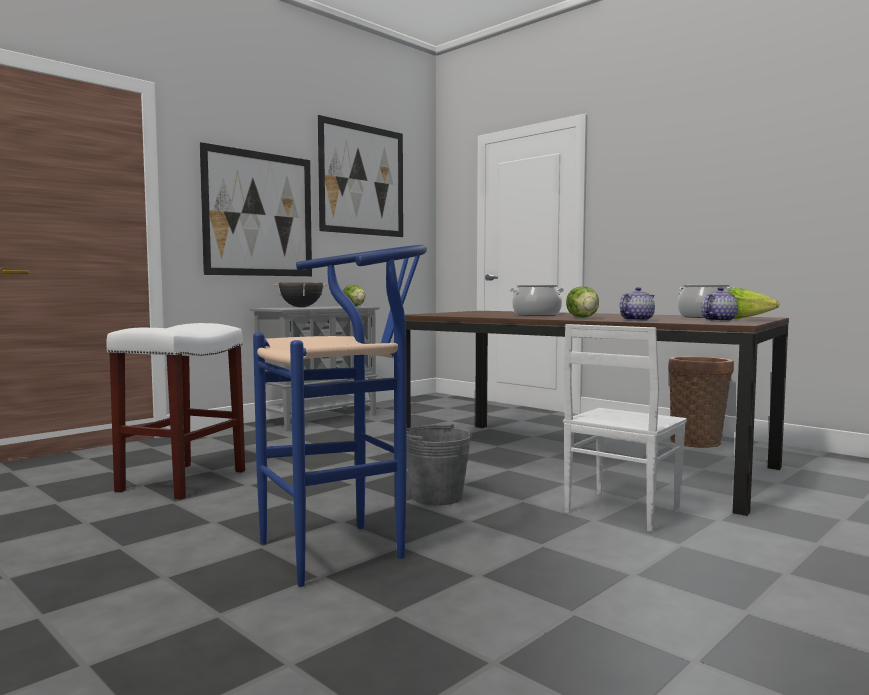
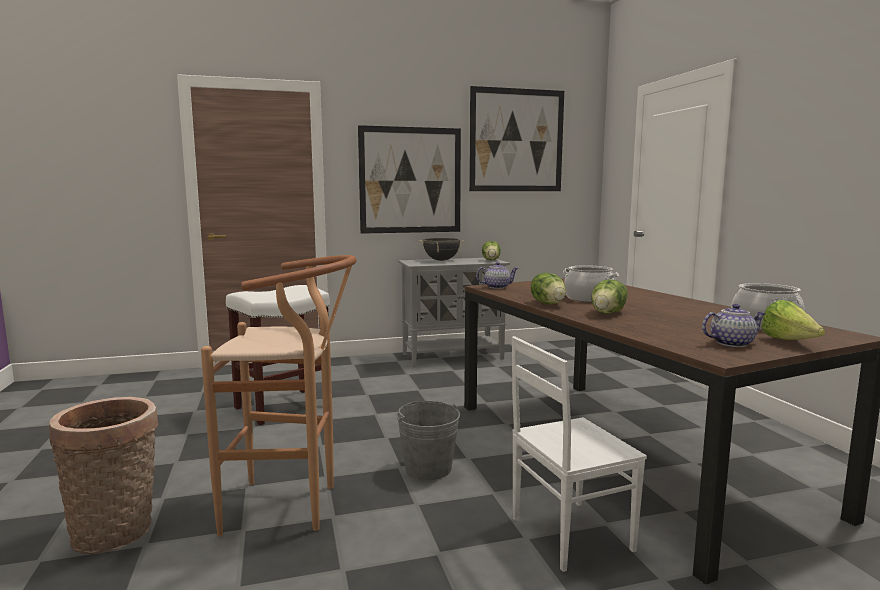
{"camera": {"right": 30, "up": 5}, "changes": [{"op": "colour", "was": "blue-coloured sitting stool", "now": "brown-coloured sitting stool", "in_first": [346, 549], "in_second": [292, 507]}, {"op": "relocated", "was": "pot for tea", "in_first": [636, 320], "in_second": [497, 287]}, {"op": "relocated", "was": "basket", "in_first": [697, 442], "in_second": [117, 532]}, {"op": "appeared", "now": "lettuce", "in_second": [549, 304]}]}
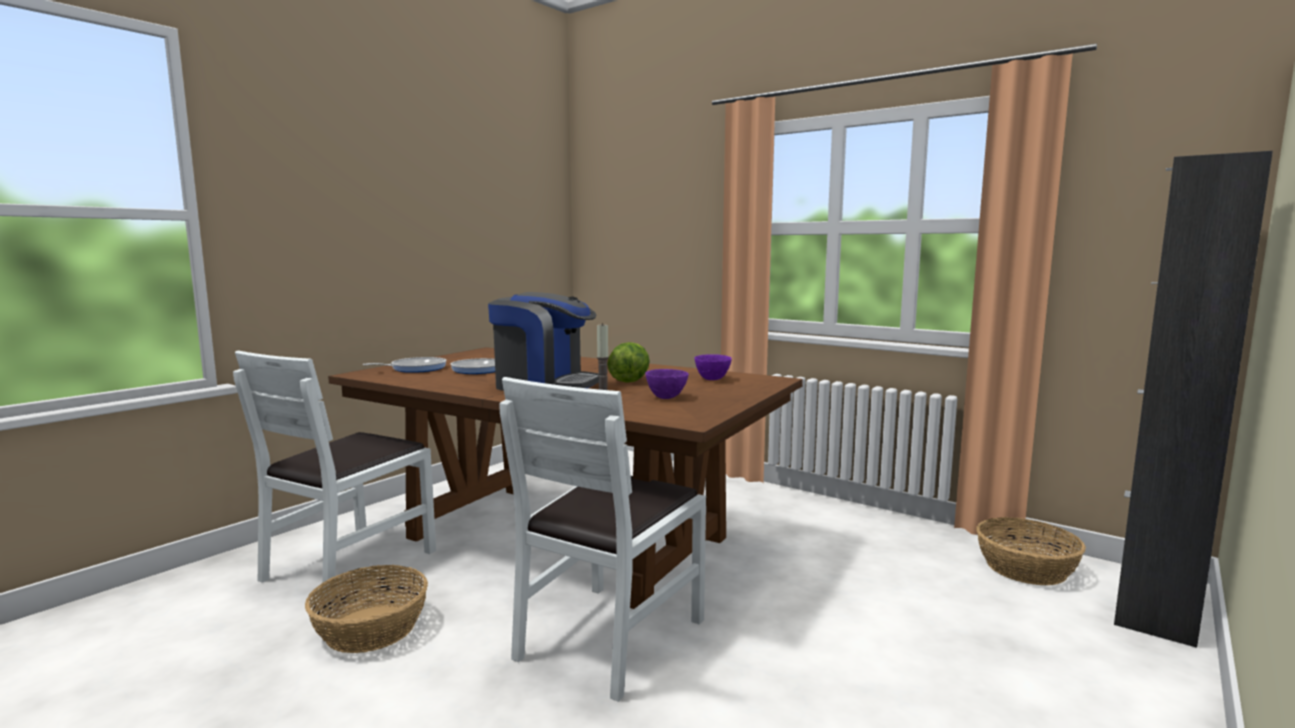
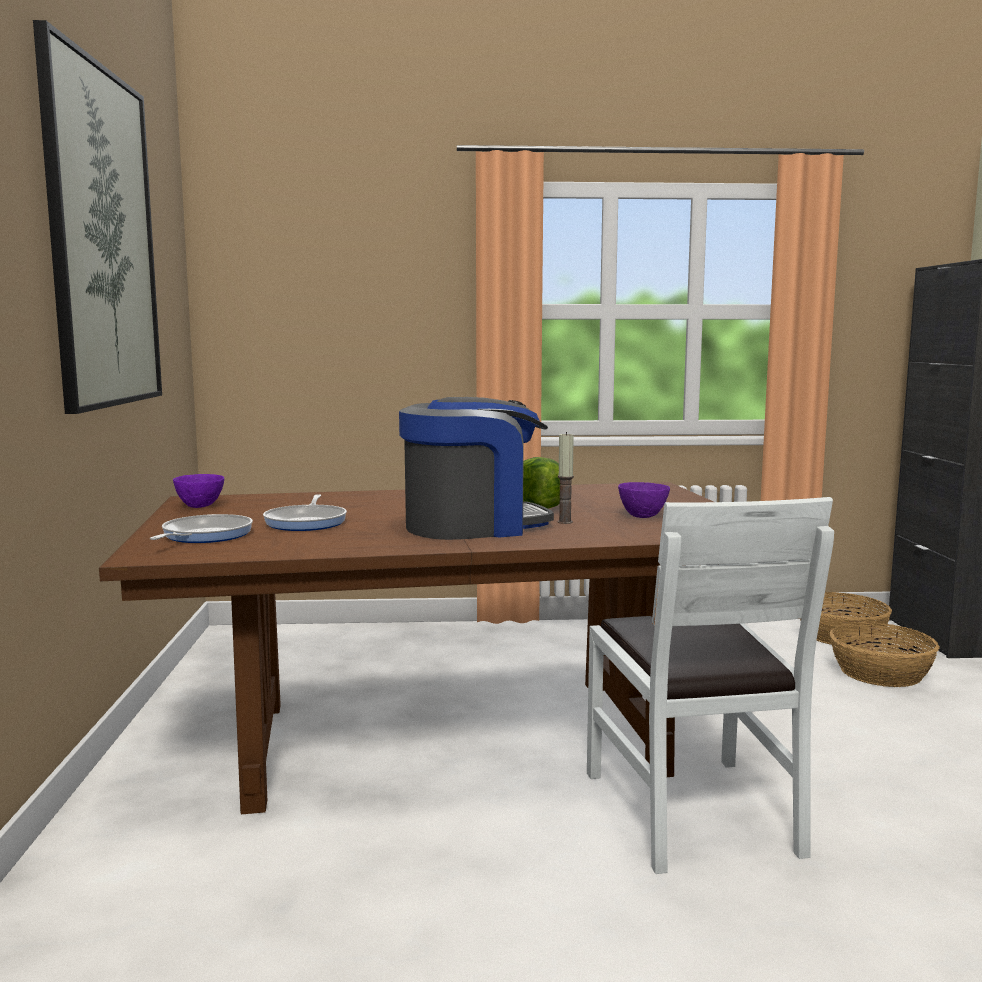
{"camera": {"right": -40, "up": 0}, "changes": [{"op": "missing", "was": "white upright chair", "in_first": [349, 564]}, {"op": "relocated", "was": "purple-coloured bowl", "in_first": [713, 379], "in_second": [200, 506]}, {"op": "relocated", "was": "basket", "in_first": [371, 628], "in_second": [879, 673]}, {"op": "appeared", "now": "picture", "in_second": [102, 238]}]}
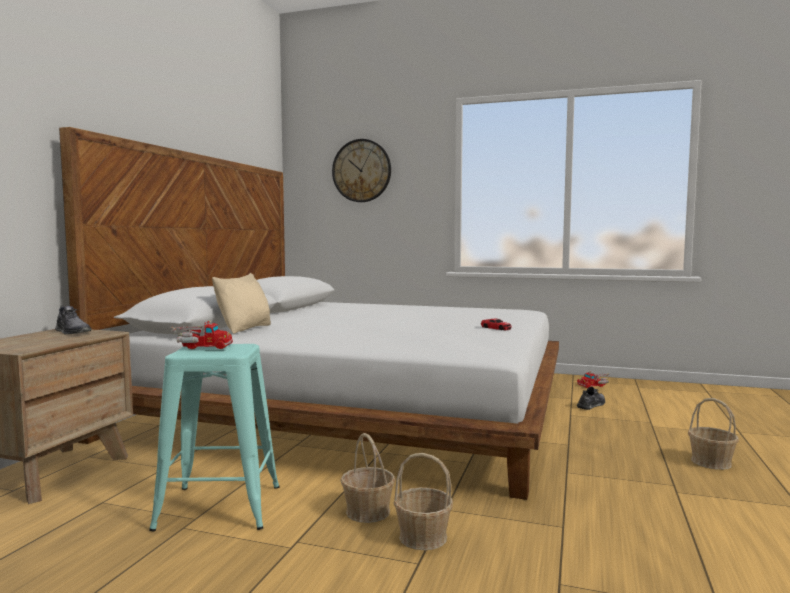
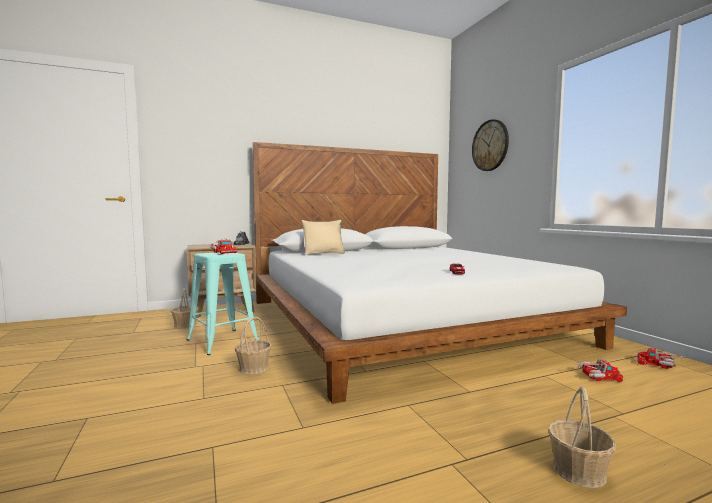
{"camera": {"right": 50, "up": 0}, "changes": [{"op": "exchanged", "was": "grey shoe", "now": "toy lorry", "in_first": [591, 405], "in_second": [596, 377]}, {"op": "relocated", "was": "basket", "in_first": [422, 537], "in_second": [185, 325]}]}
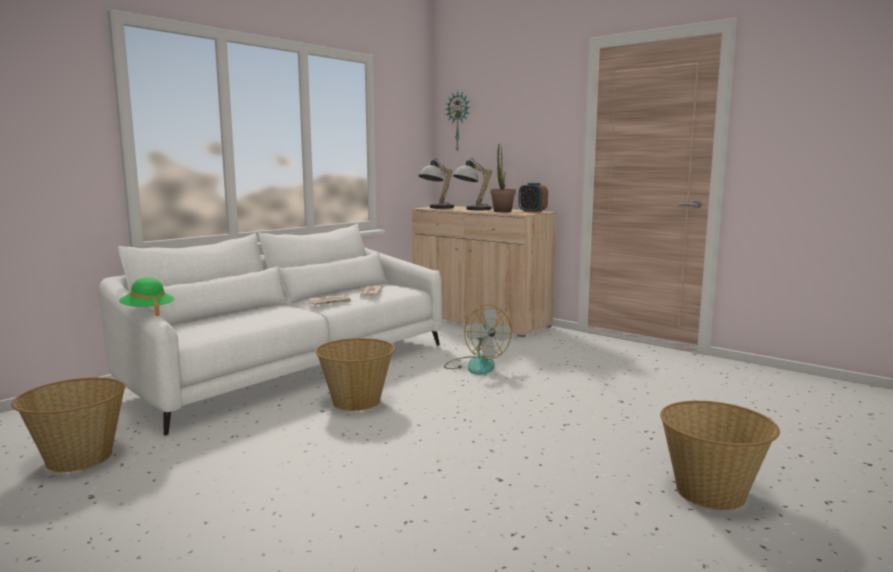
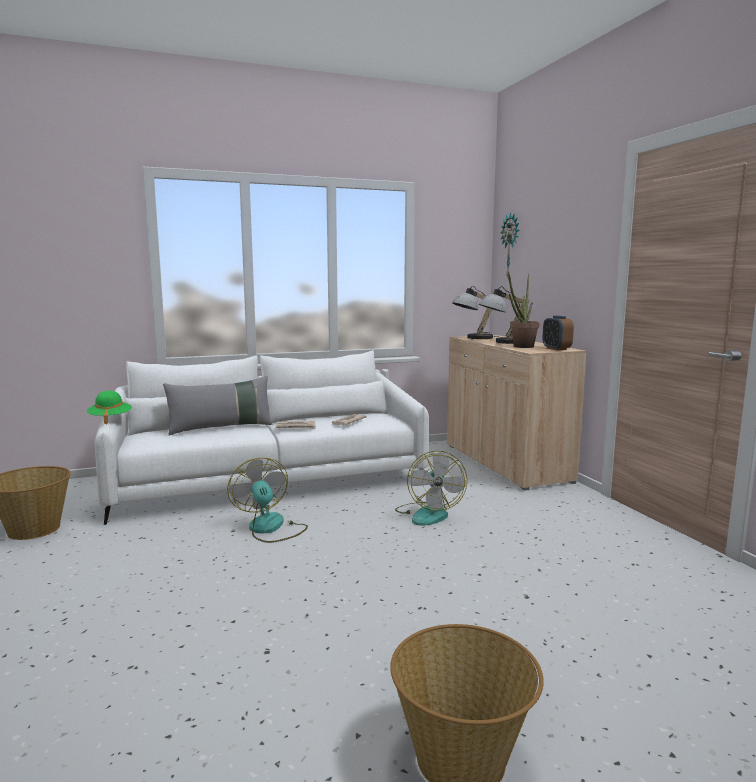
{"camera": {"right": 30, "up": 0}, "changes": [{"op": "exchanged", "was": "basket", "now": "fan", "in_first": [357, 402], "in_second": [270, 528]}, {"op": "appeared", "now": "grey throw pillow", "in_second": [221, 428]}]}
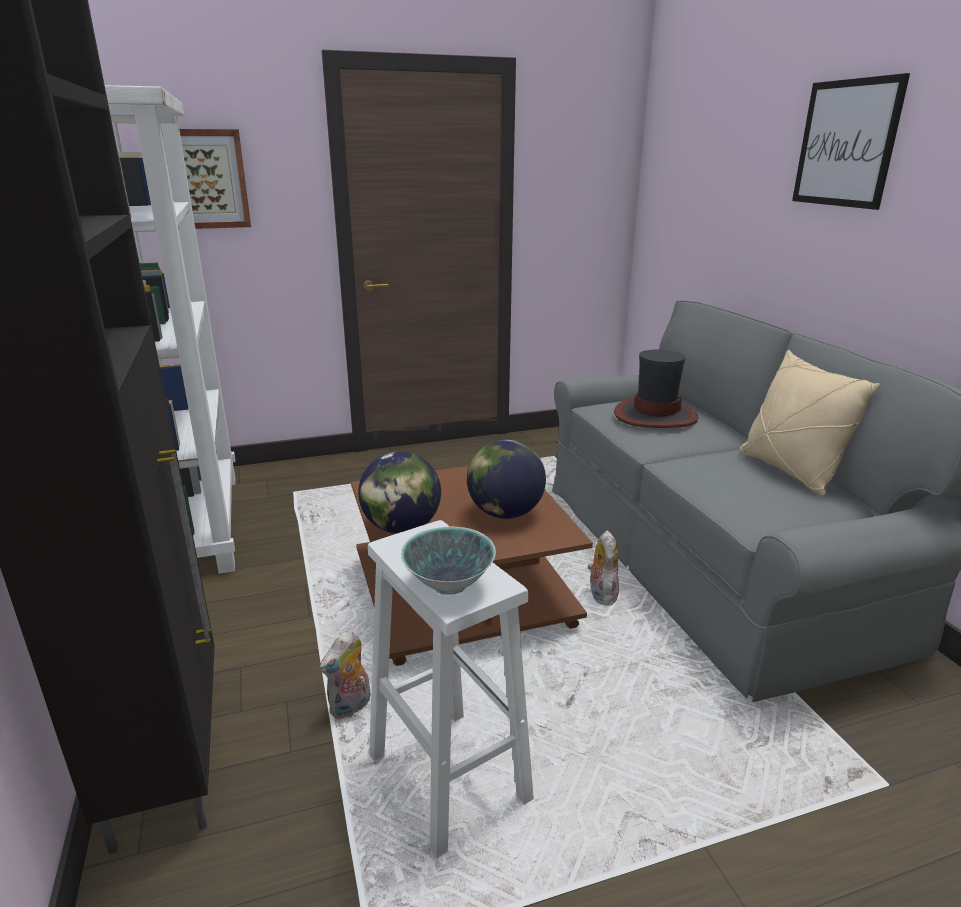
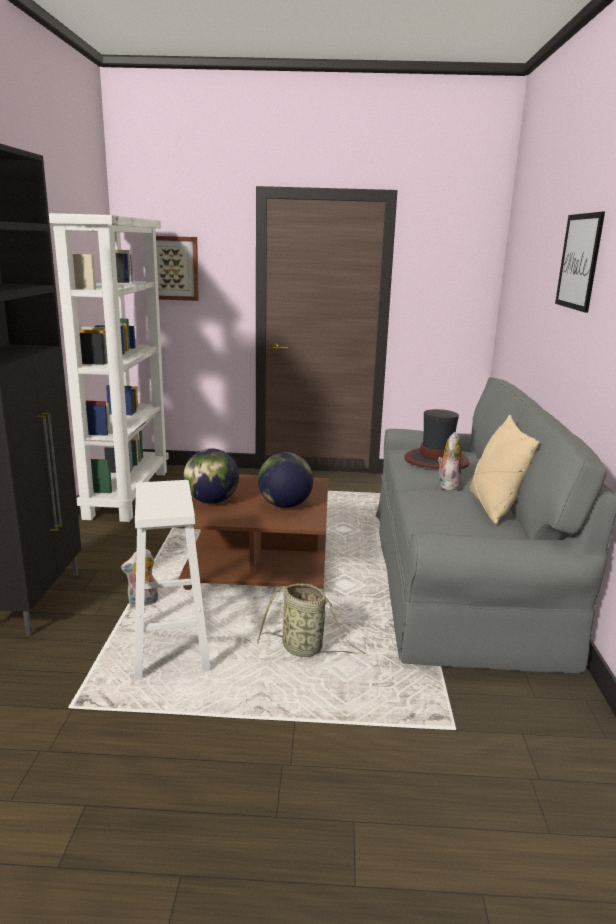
{"camera": {"right": 20, "up": -5}, "changes": [{"op": "missing", "was": "bowl", "in_first": [449, 585]}, {"op": "relocated", "was": "plush toy", "in_first": [601, 594], "in_second": [447, 485]}, {"op": "appeared", "now": "basket", "in_second": [305, 649]}]}
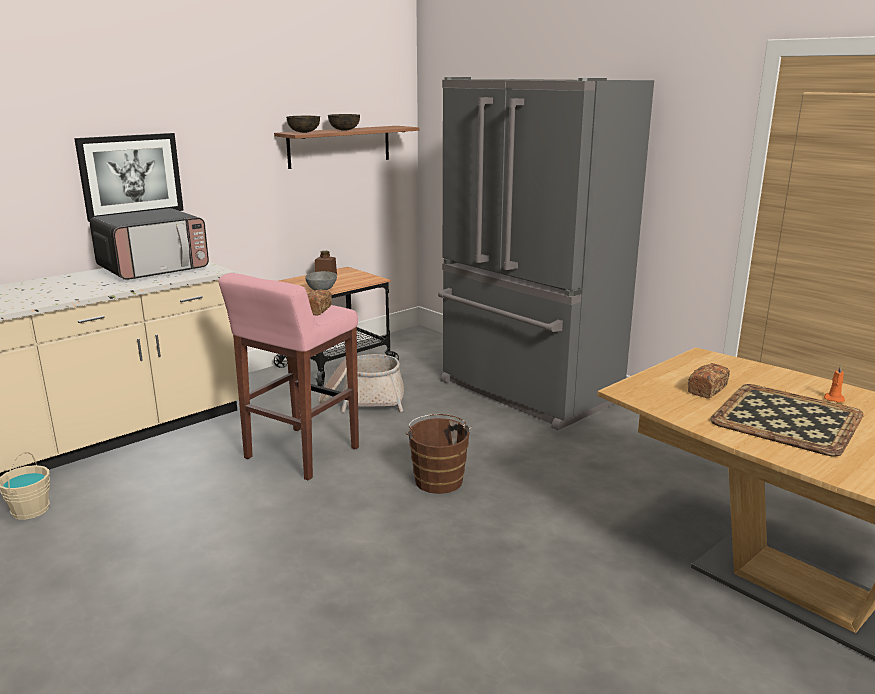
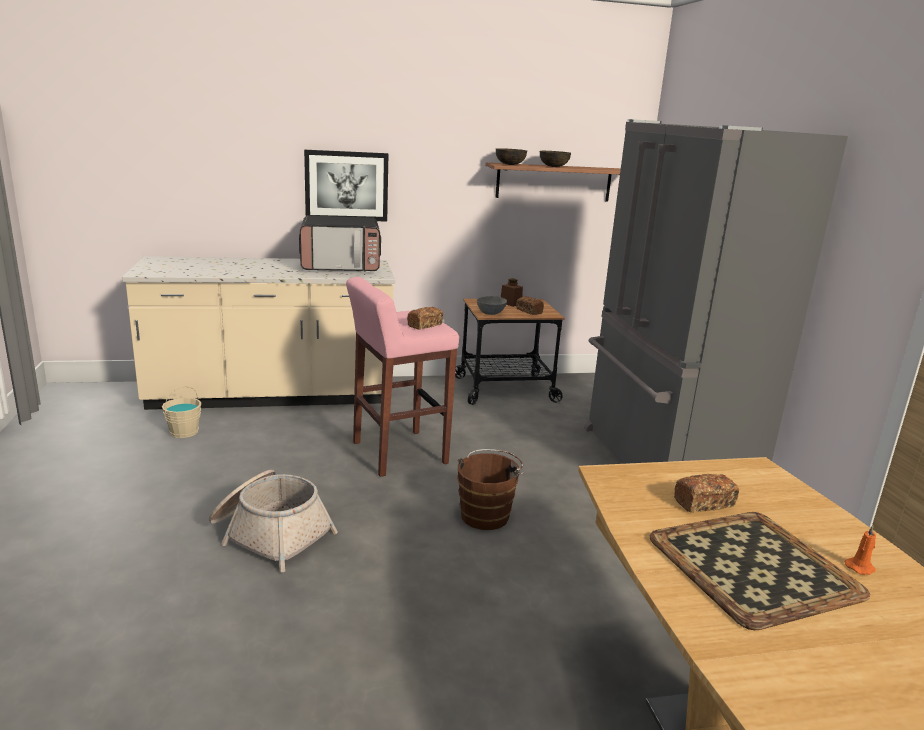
{"camera": {"right": 30, "up": 0}, "changes": [{"op": "relocated", "was": "basket", "in_first": [362, 400], "in_second": [270, 534]}, {"op": "appeared", "now": "bread", "in_second": [529, 311]}]}
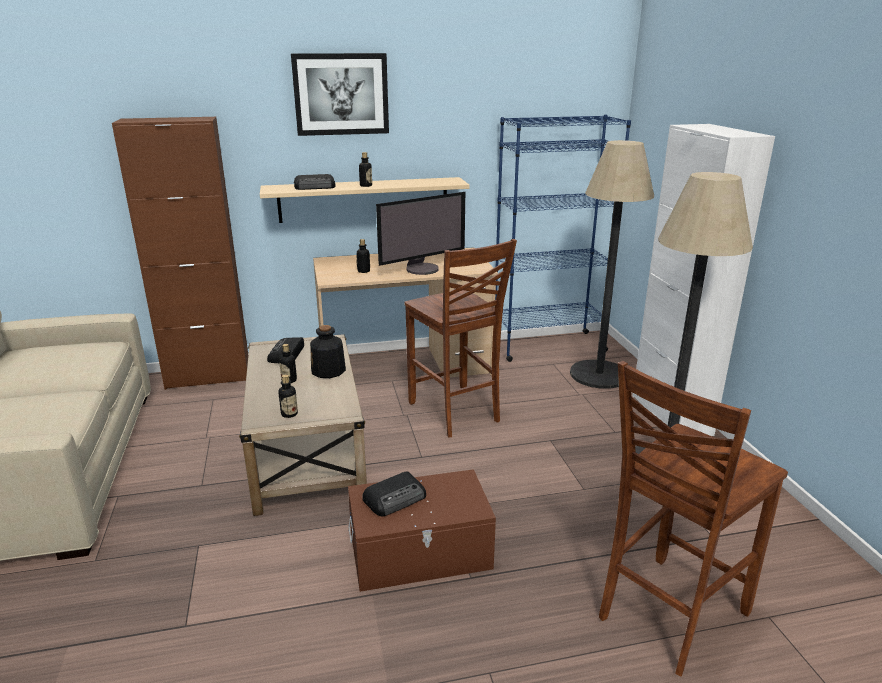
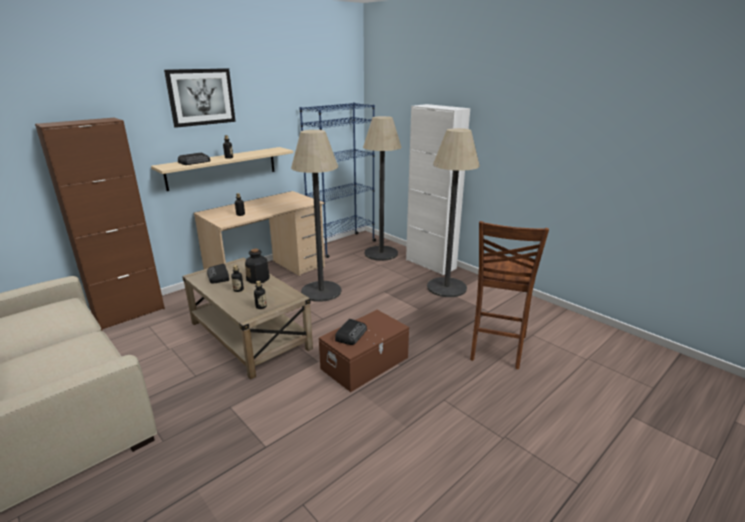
{"camera": {"right": -30, "up": 0}, "changes": [{"op": "missing", "was": "computer screen", "in_first": [422, 269]}, {"op": "exchanged", "was": "brown-coloured upright chair", "now": "standard lamp", "in_first": [455, 413], "in_second": [321, 291]}]}
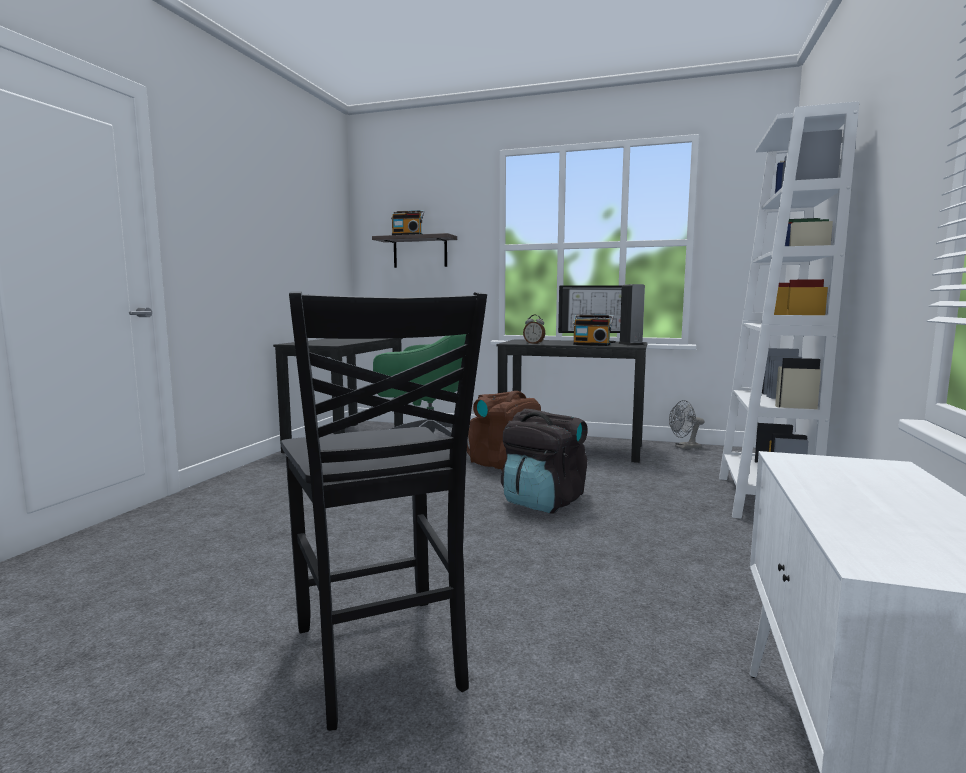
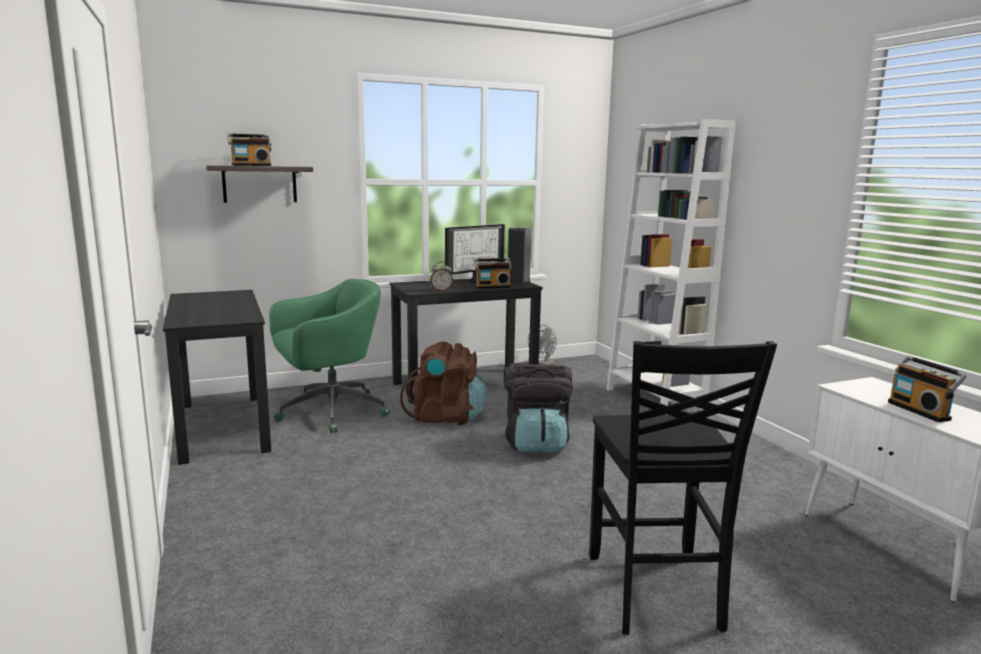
{"camera": {"right": -40, "up": 5}, "changes": [{"op": "spun", "was": "black upright chair", "in_first": [380, 659], "in_second": [655, 593], "clockwise": 60}, {"op": "appeared", "now": "radio", "in_second": [920, 411]}]}
